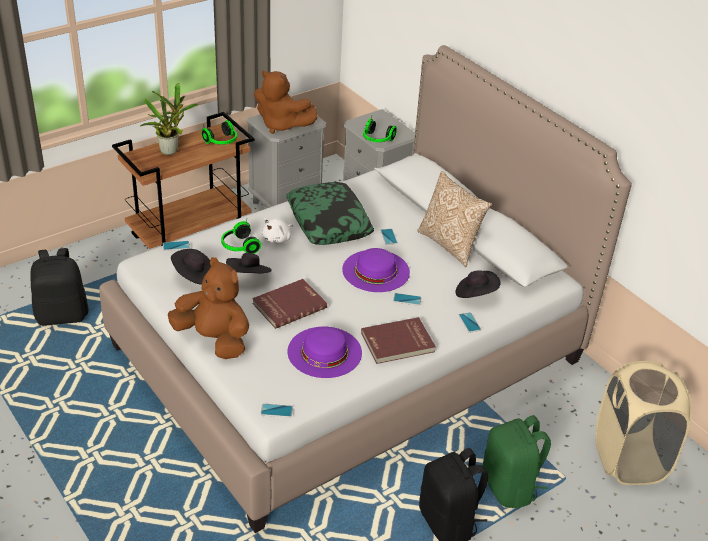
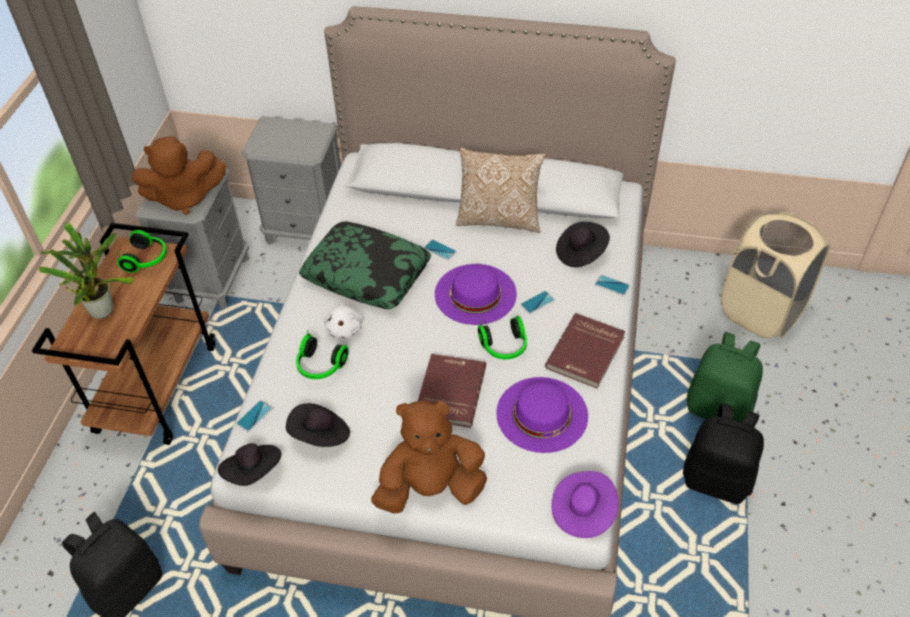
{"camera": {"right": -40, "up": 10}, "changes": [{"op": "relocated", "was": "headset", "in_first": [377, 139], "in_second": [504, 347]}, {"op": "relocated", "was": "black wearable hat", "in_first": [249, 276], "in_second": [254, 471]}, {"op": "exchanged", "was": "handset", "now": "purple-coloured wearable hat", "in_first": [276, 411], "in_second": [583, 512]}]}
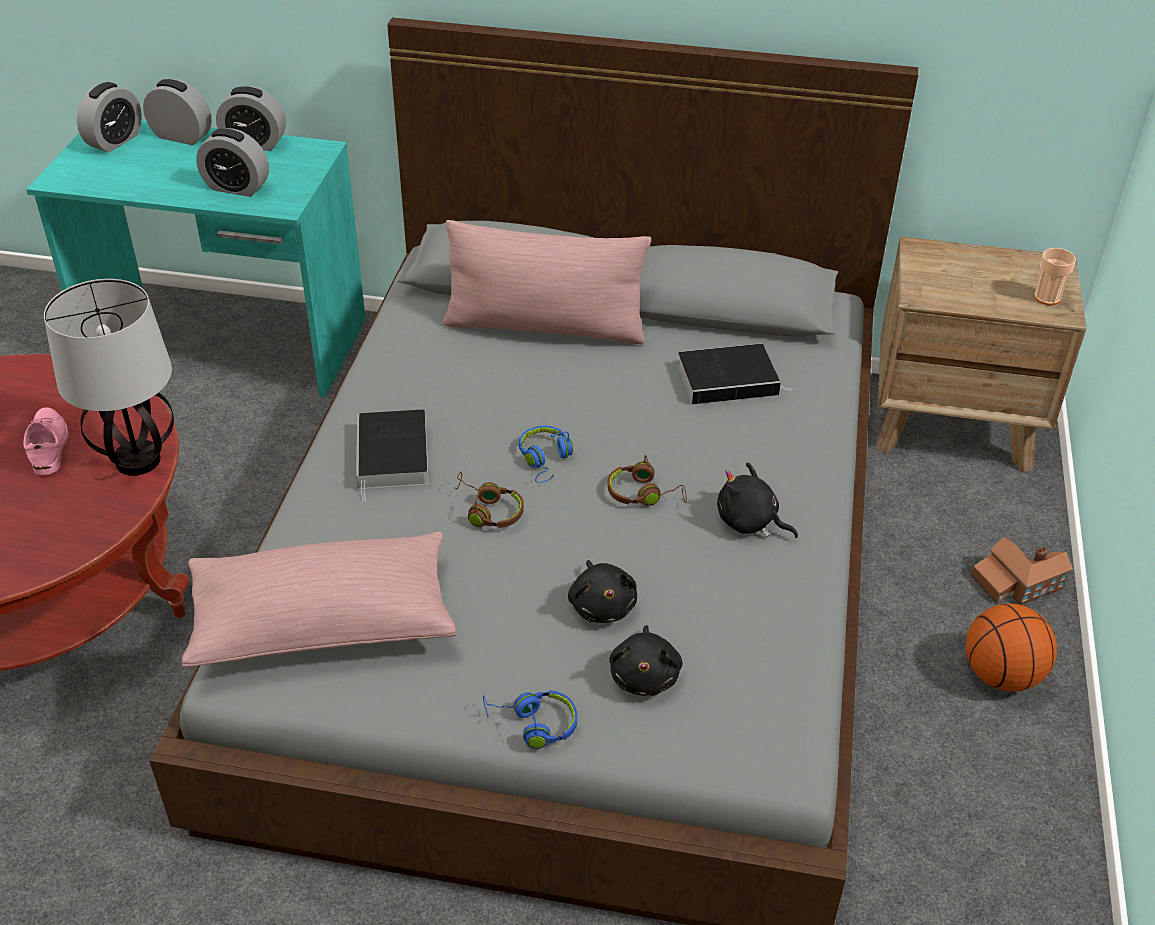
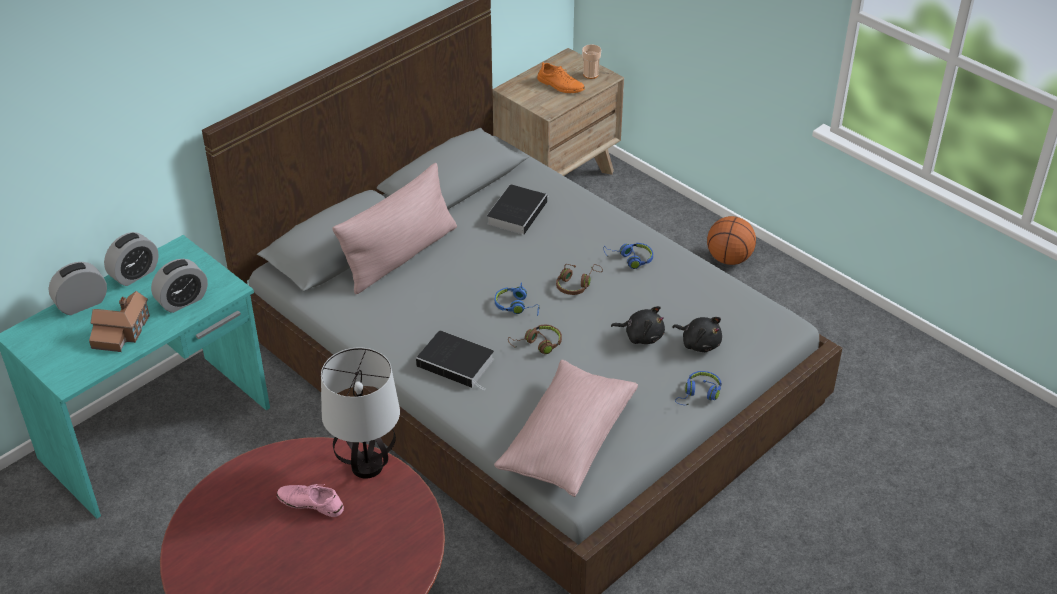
{"camera": {"right": -55, "up": 0}, "changes": [{"op": "missing", "was": "alarm clock", "in_first": [114, 141]}, {"op": "exchanged", "was": "black plush toy", "now": "blue-coloured headset", "in_first": [750, 522], "in_second": [630, 259]}, {"op": "relocated", "was": "miniature house", "in_first": [1016, 583], "in_second": [121, 332]}, {"op": "appeared", "now": "orangey shoe", "in_second": [560, 85]}]}
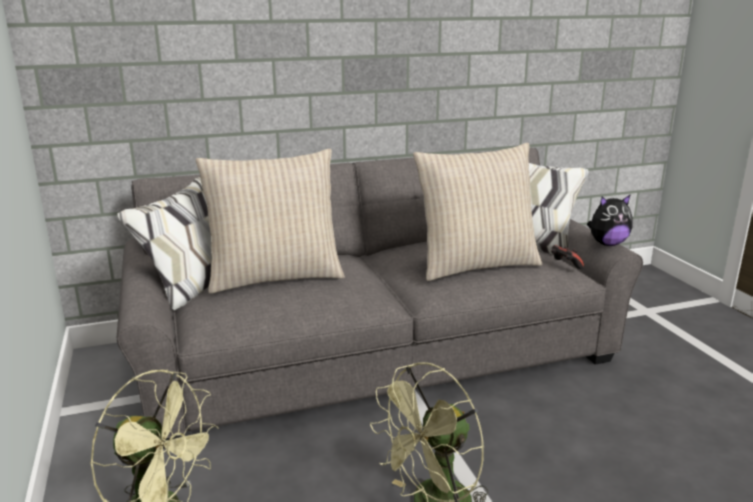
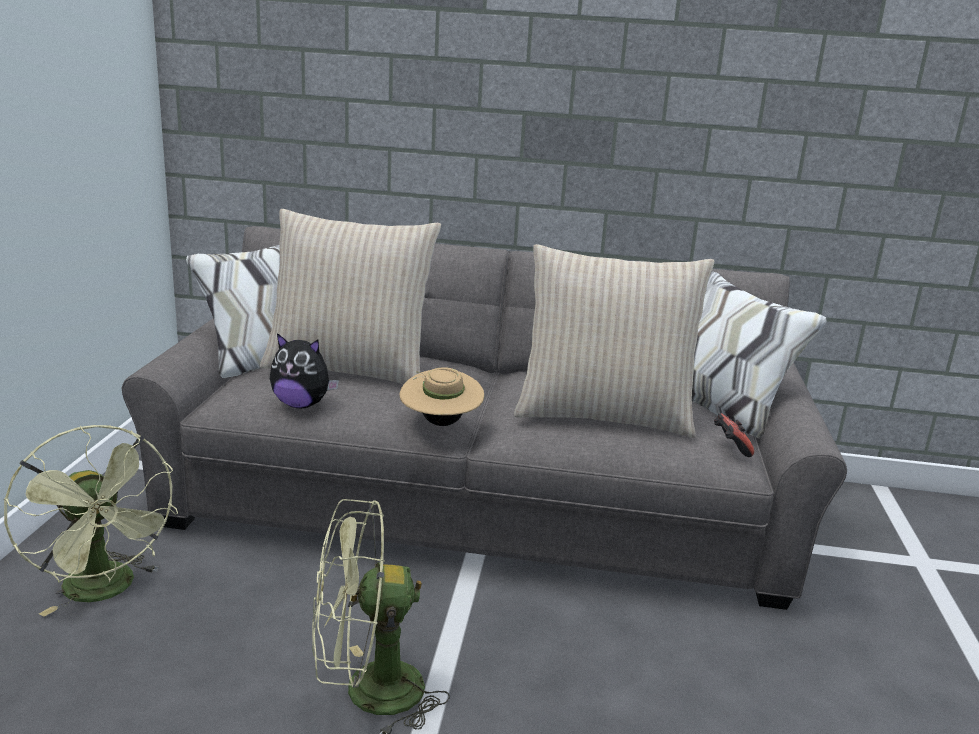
{"camera": {"right": 25, "up": 0}, "changes": [{"op": "relocated", "was": "plush toy", "in_first": [607, 244], "in_second": [302, 404]}, {"op": "appeared", "now": "beige-coloured wearable hat", "in_second": [440, 423]}]}
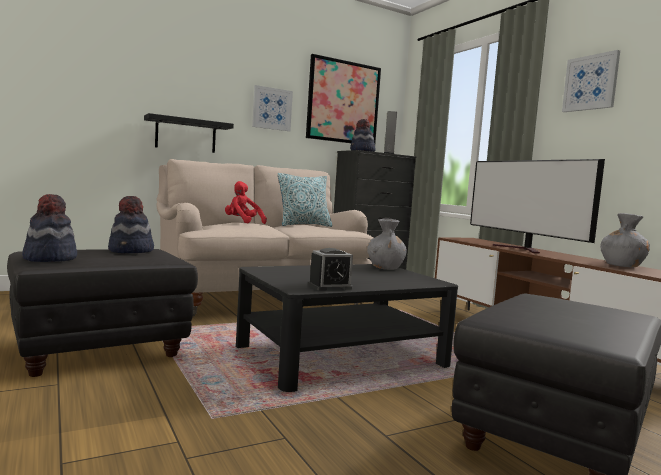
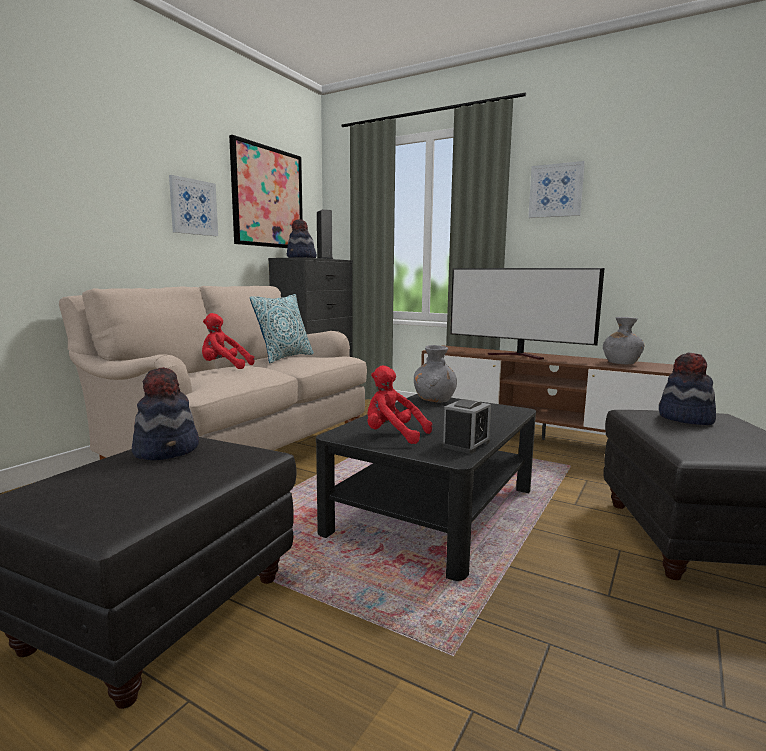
{"camera": {"right": -30, "up": 5}, "changes": [{"op": "missing", "was": "black wall shelf", "in_first": [186, 135]}, {"op": "relocated", "was": "wearable hat", "in_first": [49, 258], "in_second": [685, 419]}, {"op": "appeared", "now": "red plush toy", "in_second": [393, 435]}]}
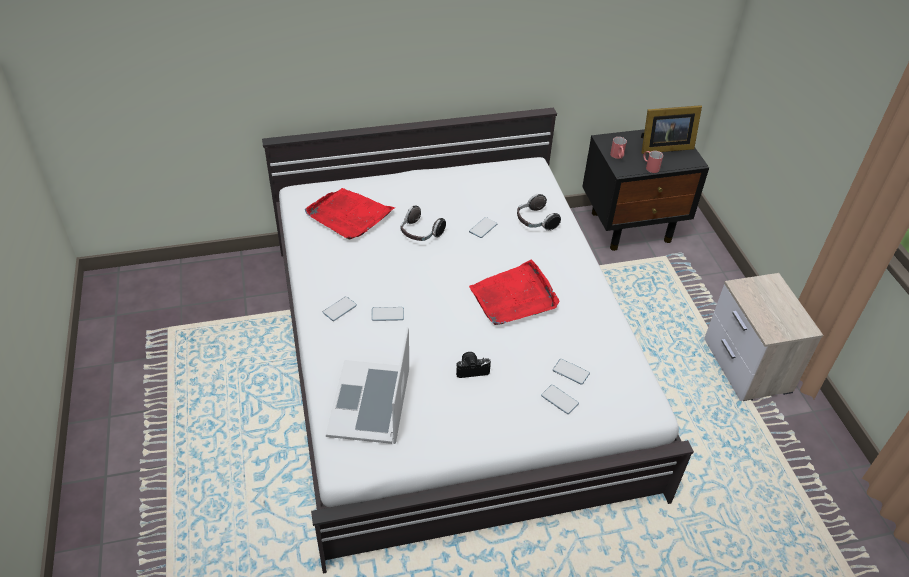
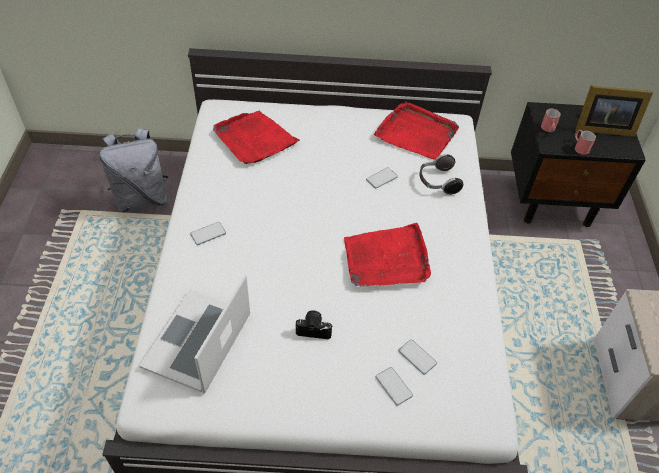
{"camera": {"right": 15, "up": 5}, "changes": [{"op": "missing", "was": "headset", "in_first": [420, 233]}, {"op": "missing", "was": "handset", "in_first": [387, 314]}, {"op": "appeared", "now": "red tray", "in_second": [416, 133]}, {"op": "appeared", "now": "grey knapsack", "in_second": [142, 199]}]}
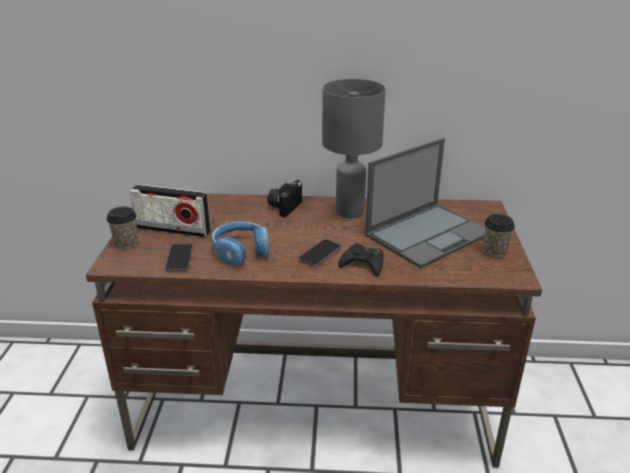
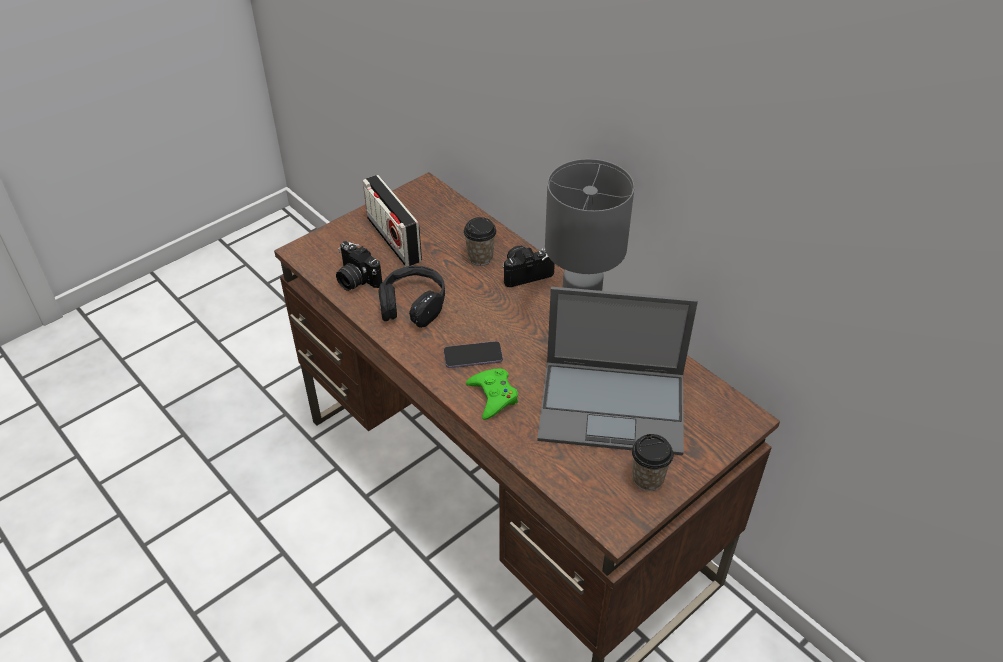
{"camera": {"right": 45, "up": 15}, "changes": [{"op": "relocated", "was": "small cup", "in_first": [126, 243], "in_second": [480, 257]}, {"op": "colour", "was": "blue-coloured headset", "now": "black headset", "in_first": [241, 251], "in_second": [413, 305]}, {"op": "colour", "was": "black joypad", "now": "greenish joypad", "in_first": [363, 264], "in_second": [493, 396]}, {"op": "exchanged", "was": "handset", "now": "still camera", "in_first": [179, 259], "in_second": [356, 279]}]}
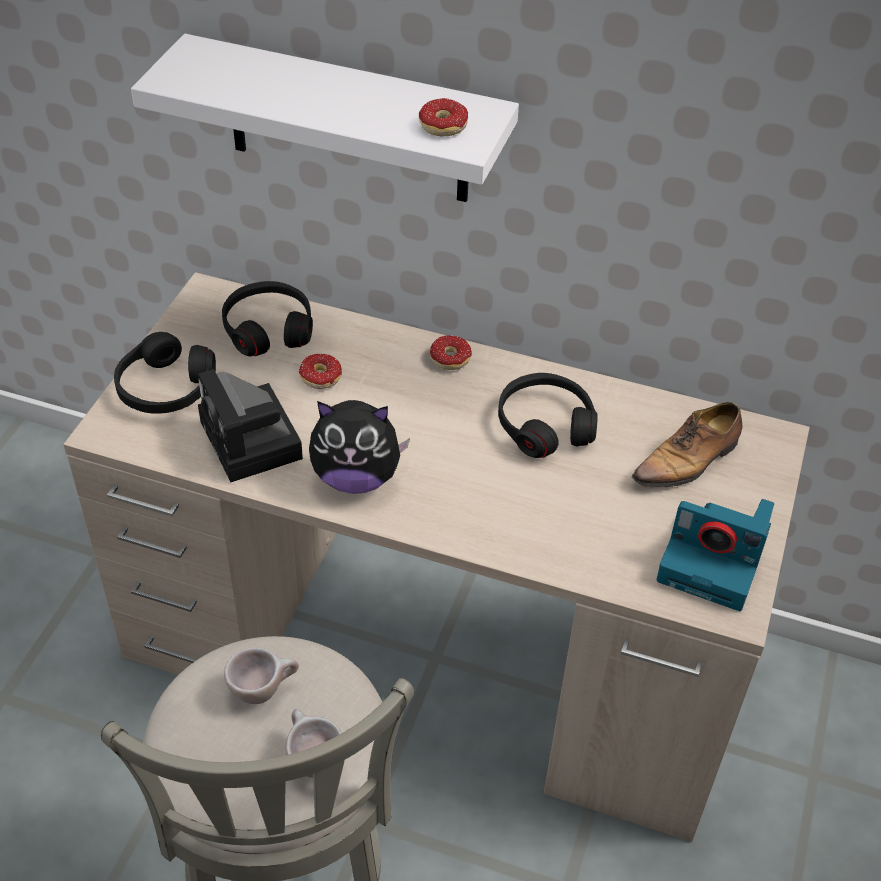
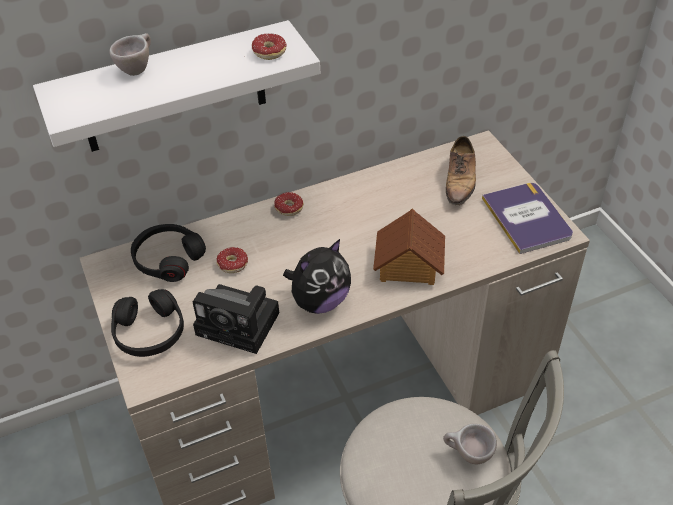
{"camera": {"right": -40, "up": 0}, "changes": [{"op": "missing", "was": "black headset", "in_first": [544, 424]}, {"op": "exchanged", "was": "still camera", "now": "bound book", "in_first": [714, 562], "in_second": [527, 218]}, {"op": "relocated", "was": "beige-coloured small cup", "in_first": [264, 690], "in_second": [137, 68]}, {"op": "appeared", "now": "miniature house", "in_second": [408, 265]}]}
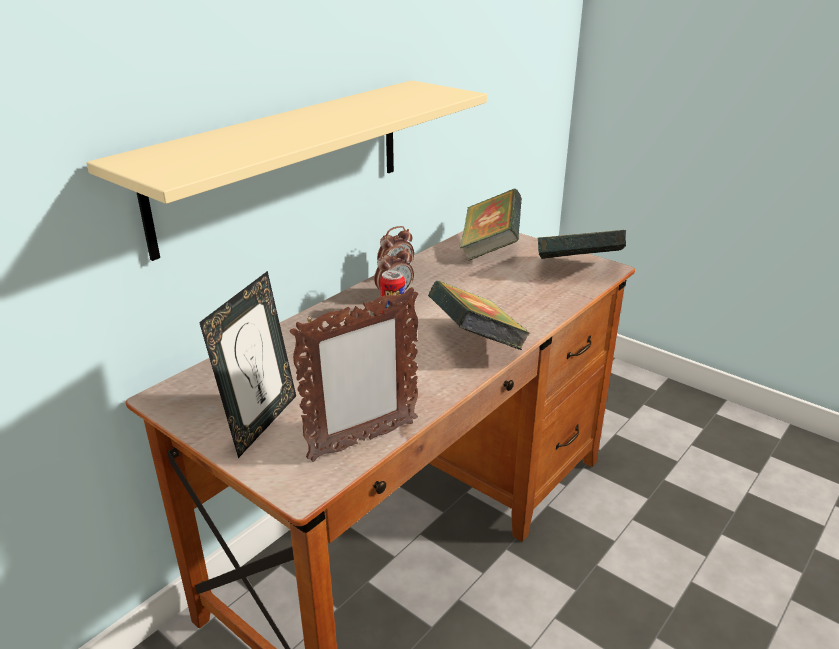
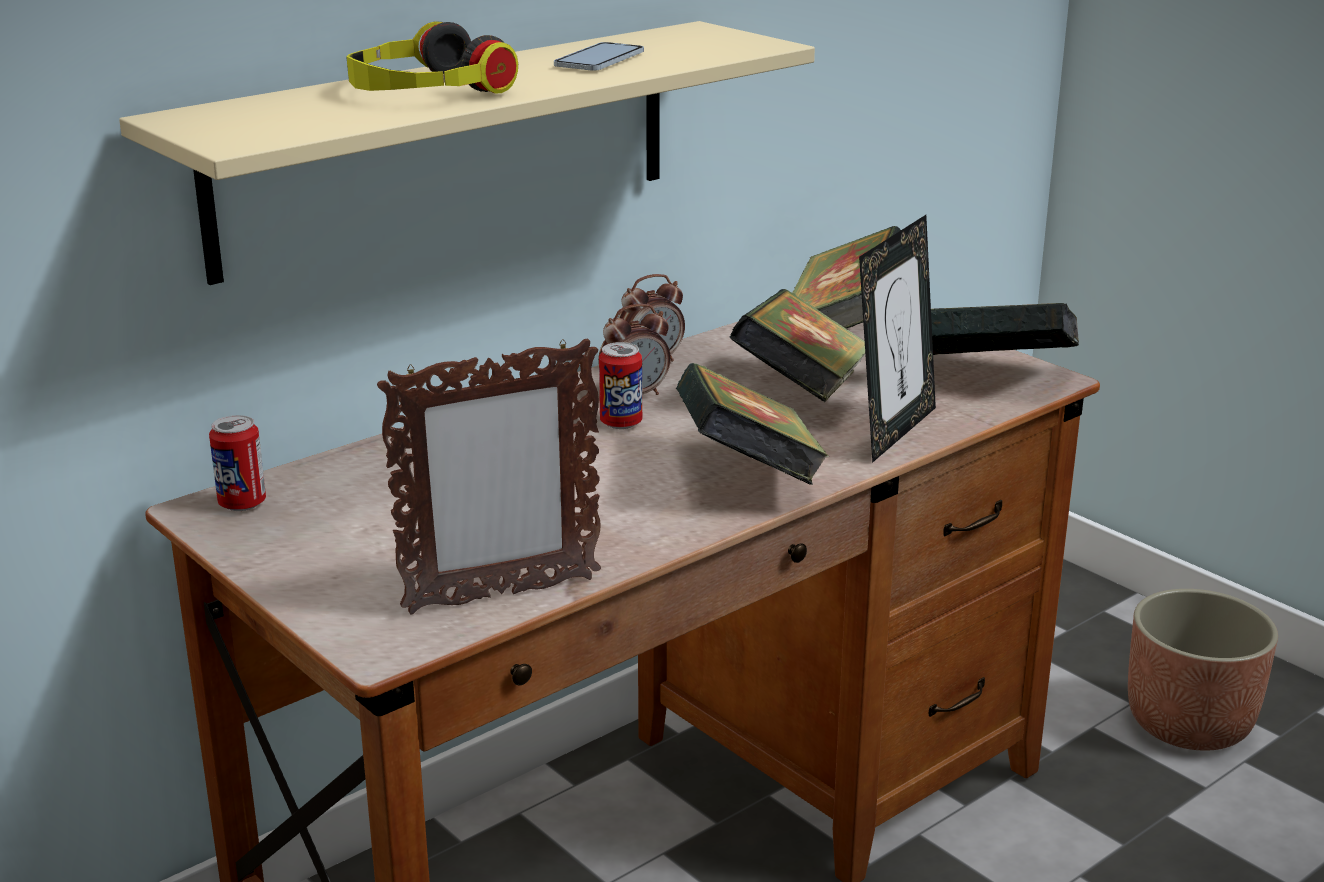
{"camera": {"right": 10, "up": -5}, "changes": [{"op": "relocated", "was": "photo frame", "in_first": [261, 423], "in_second": [893, 431]}, {"op": "appeared", "now": "headset", "in_second": [425, 90]}, {"op": "appeared", "now": "handset", "in_second": [599, 60]}, {"op": "appeared", "now": "bound book", "in_second": [801, 392]}, {"op": "appeared", "now": "can", "in_second": [242, 504]}, {"op": "appeared", "now": "flower pot", "in_second": [1189, 724]}]}
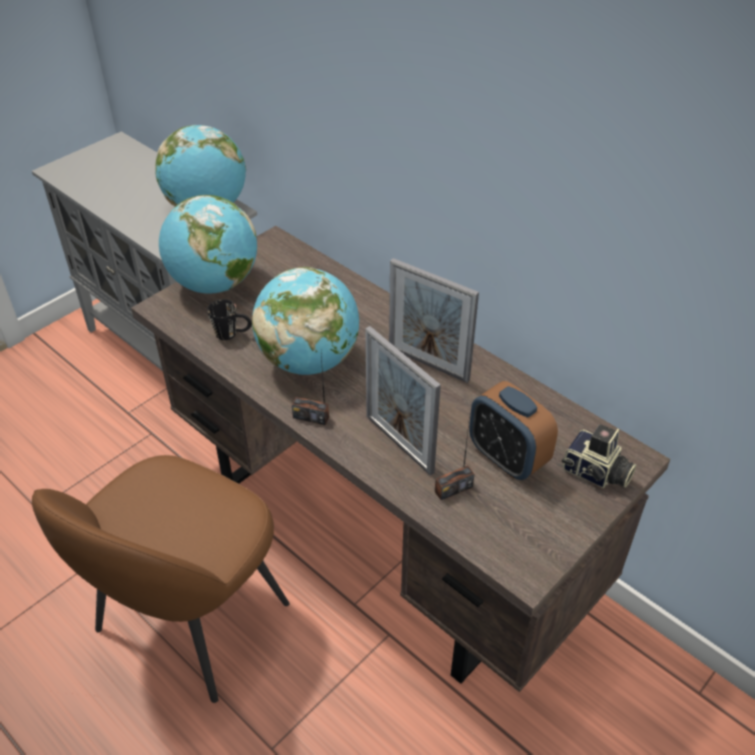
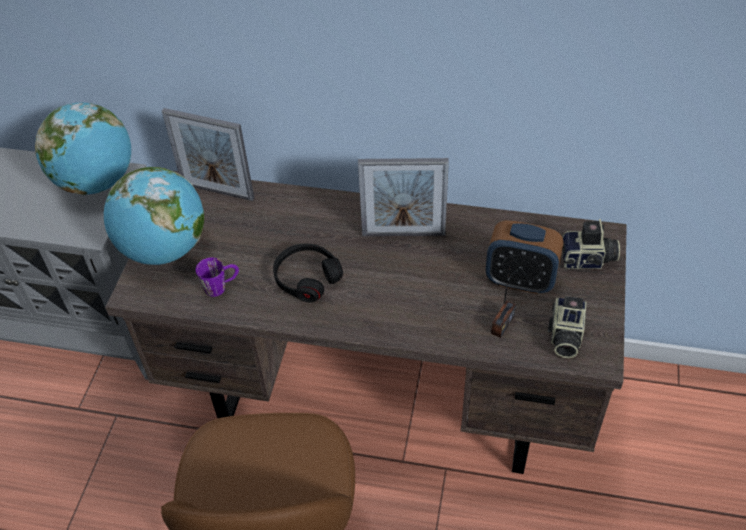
{"camera": {"right": -30, "up": 5}, "changes": [{"op": "exchanged", "was": "desk globe", "now": "black headset", "in_first": [309, 360], "in_second": [307, 278]}, {"op": "colour", "was": "black mug", "now": "purple-coloured mug", "in_first": [232, 334], "in_second": [221, 286]}, {"op": "relocated", "was": "photo frame", "in_first": [399, 444], "in_second": [217, 191]}, {"op": "missing", "was": "radio", "in_first": [311, 417]}, {"op": "appeared", "now": "still camera", "in_second": [564, 336]}]}
